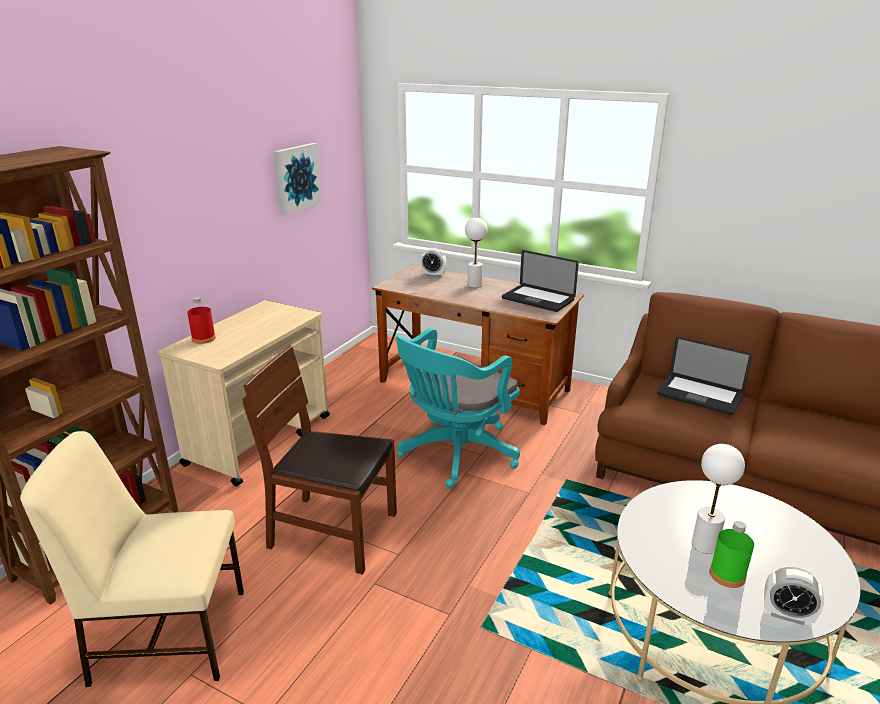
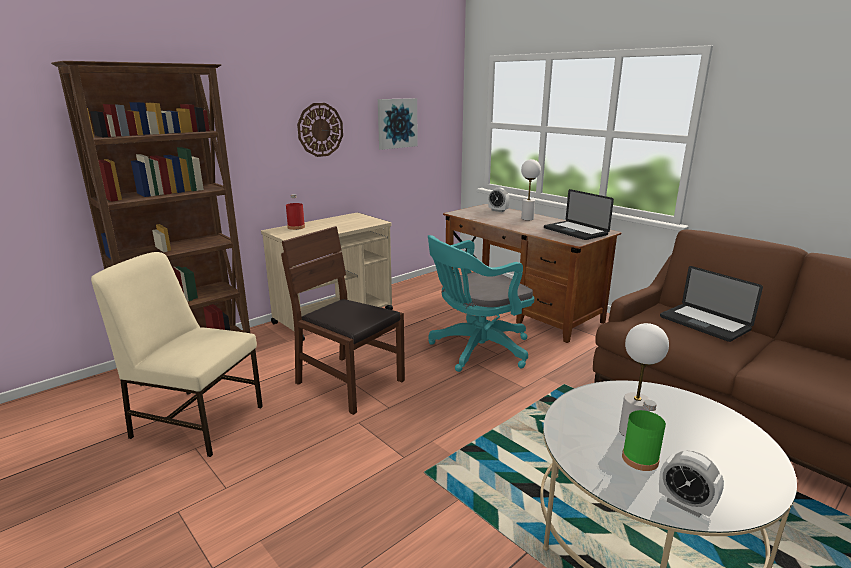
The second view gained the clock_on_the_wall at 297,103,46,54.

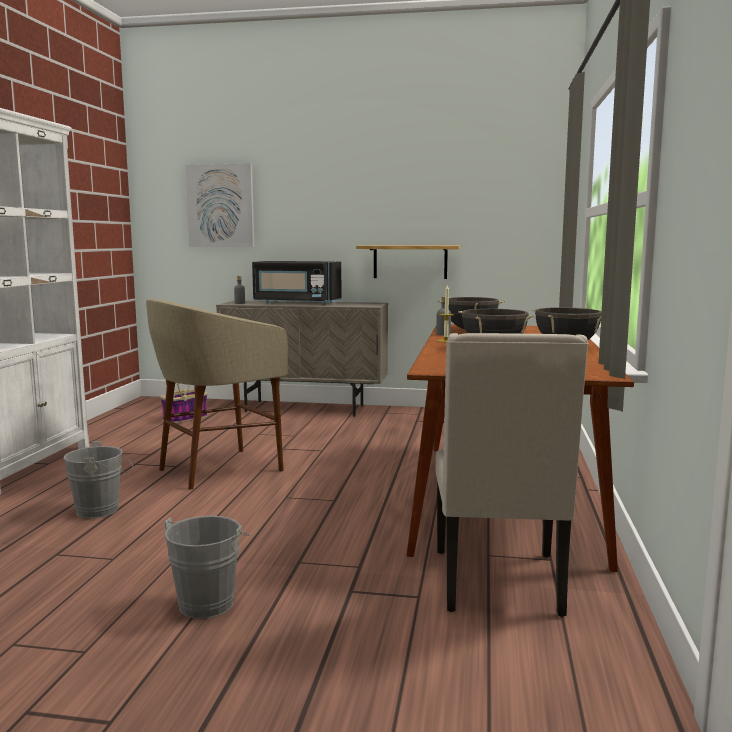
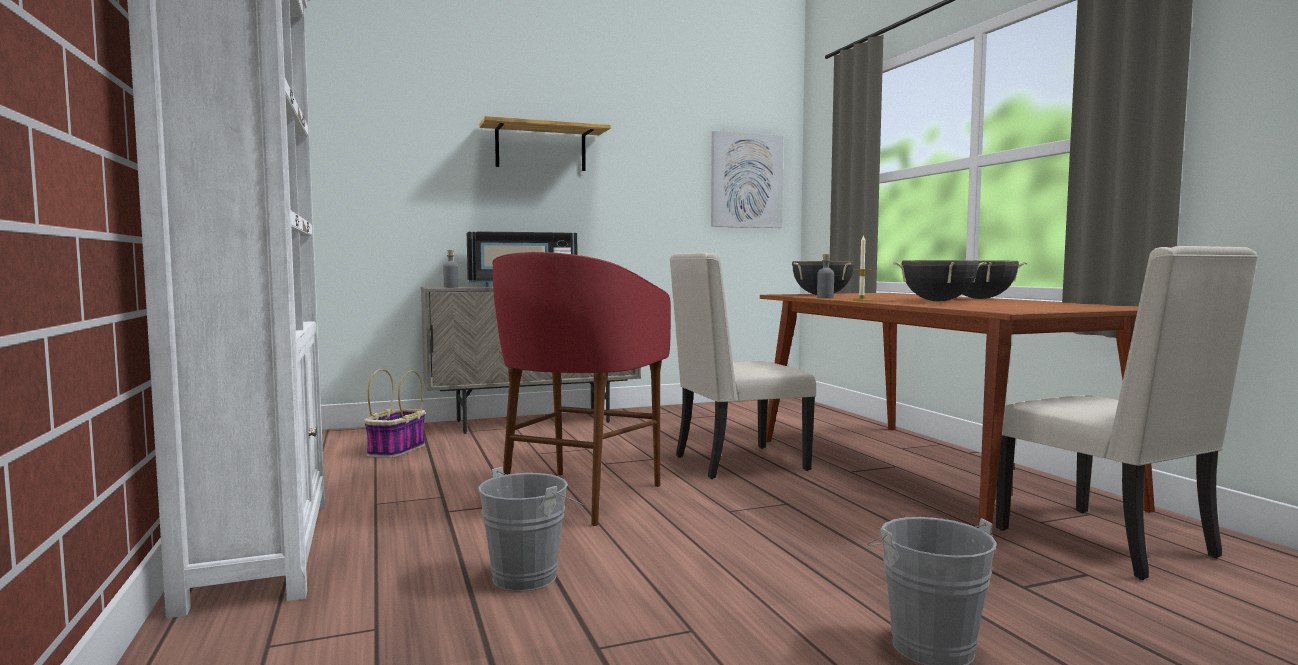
The picture ended up elsewhere, having gone from 186,163,68,84 to 711,131,73,97. The bracket_shelf ended up elsewhere, having gone from 356,245,104,34 to 479,116,132,55. What was the beige-coloured_sitting_stool at 146,299,142,191 turned into the red_sitting_stool at 492,252,179,274. The second view gained the beige-coloured_chair at 670,252,146,227.

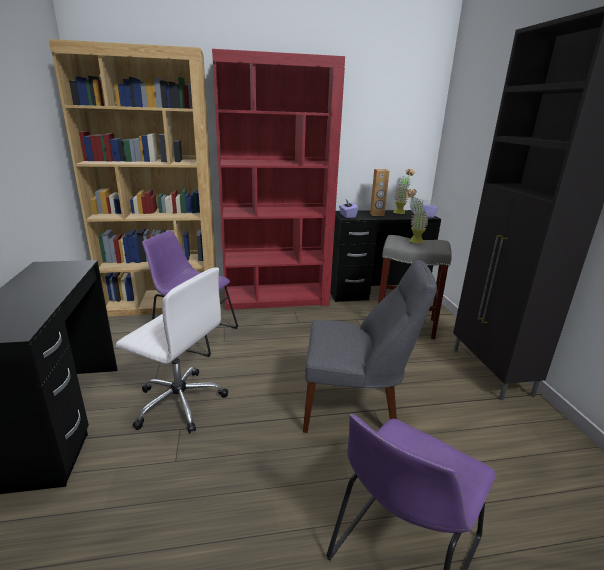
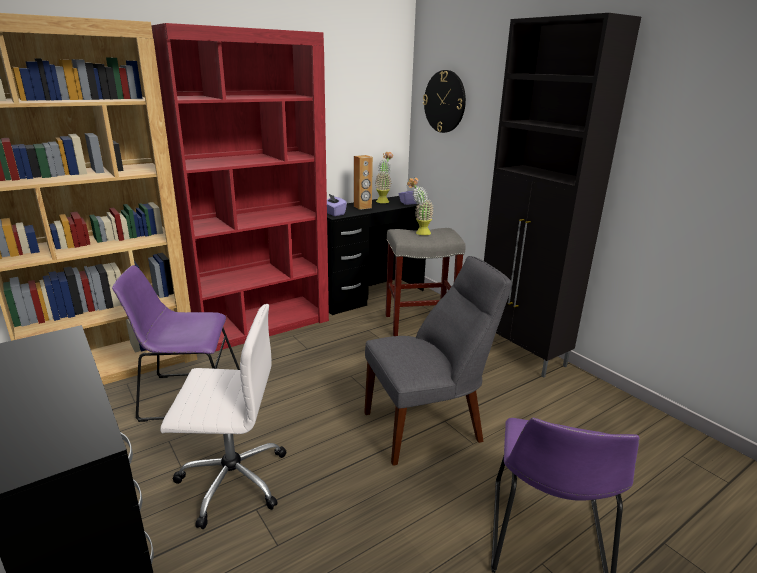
The second view gained the clock_on_the_wall at 423,70,43,63.

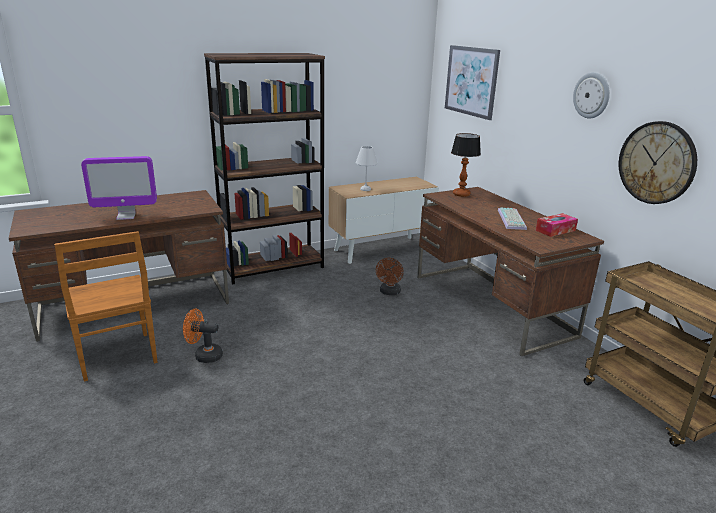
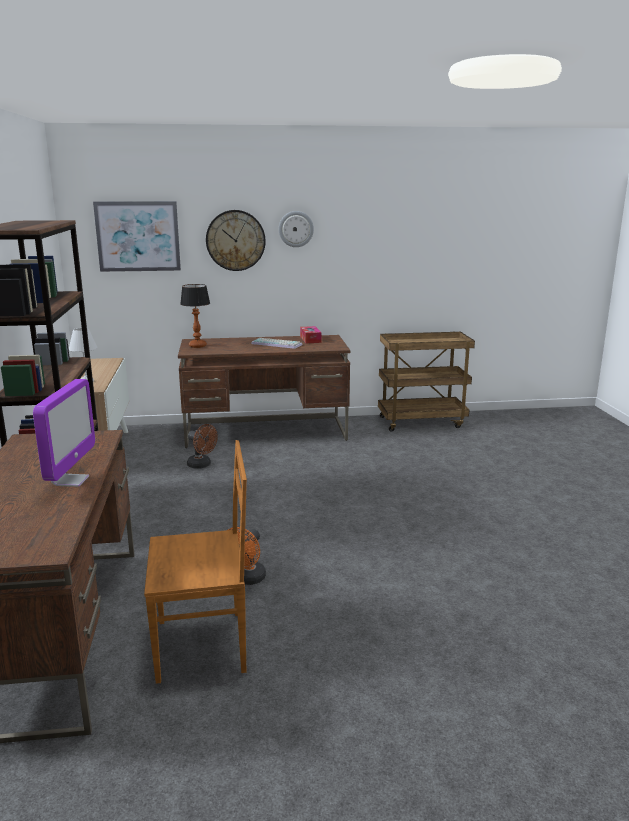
The clock_on_the_wall ended up elsewhere, having gone from 619,121,78,83 to 206,210,60,61.

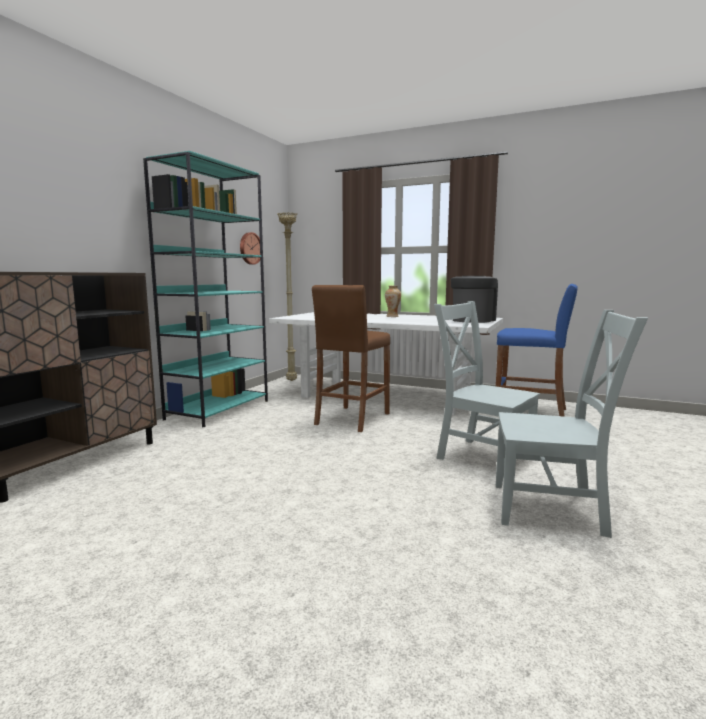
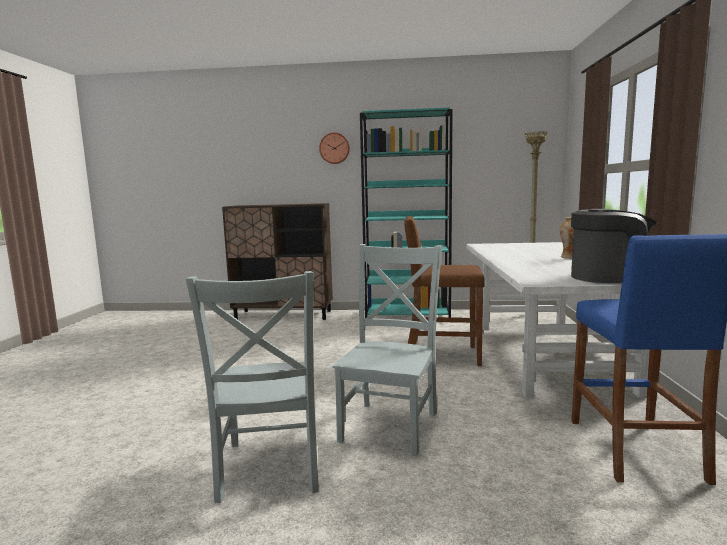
The clock_on_the_wall ended up elsewhere, having gone from 240,232,20,33 to 319,133,31,31.

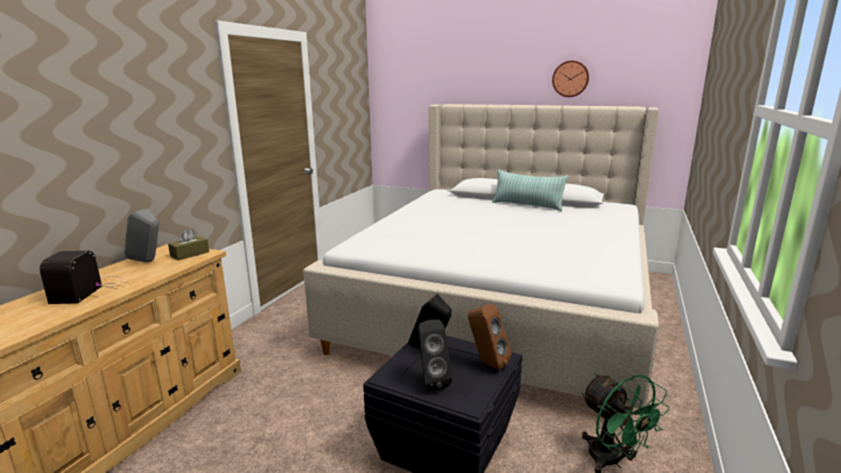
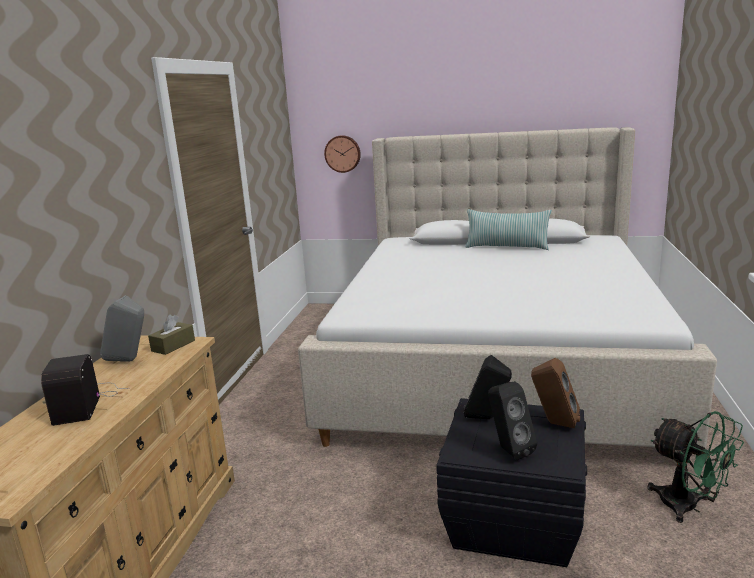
The clock_on_the_wall ended up elsewhere, having gone from 552,60,37,37 to 324,135,37,38.

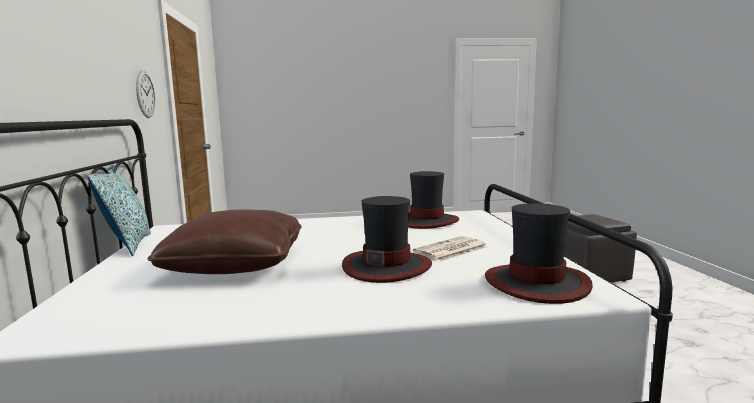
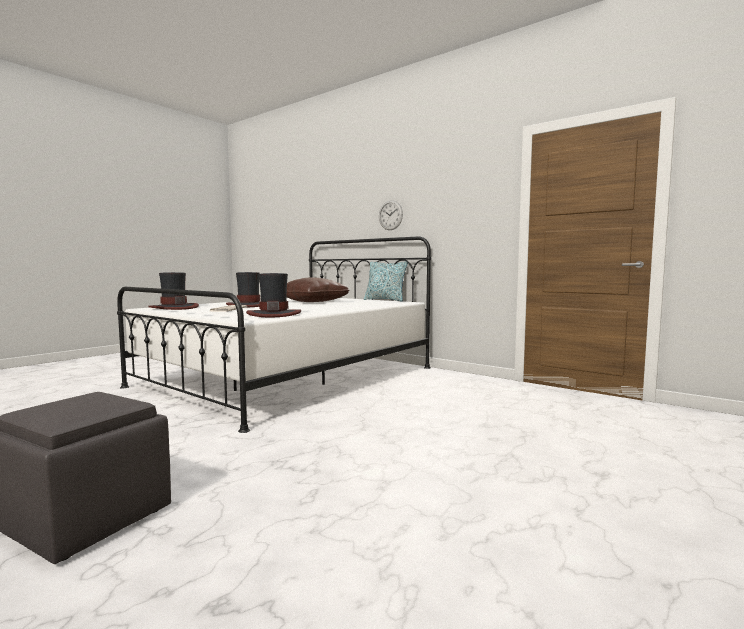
The clock_on_the_wall ended up elsewhere, having gone from 136,70,19,48 to 379,200,24,30.

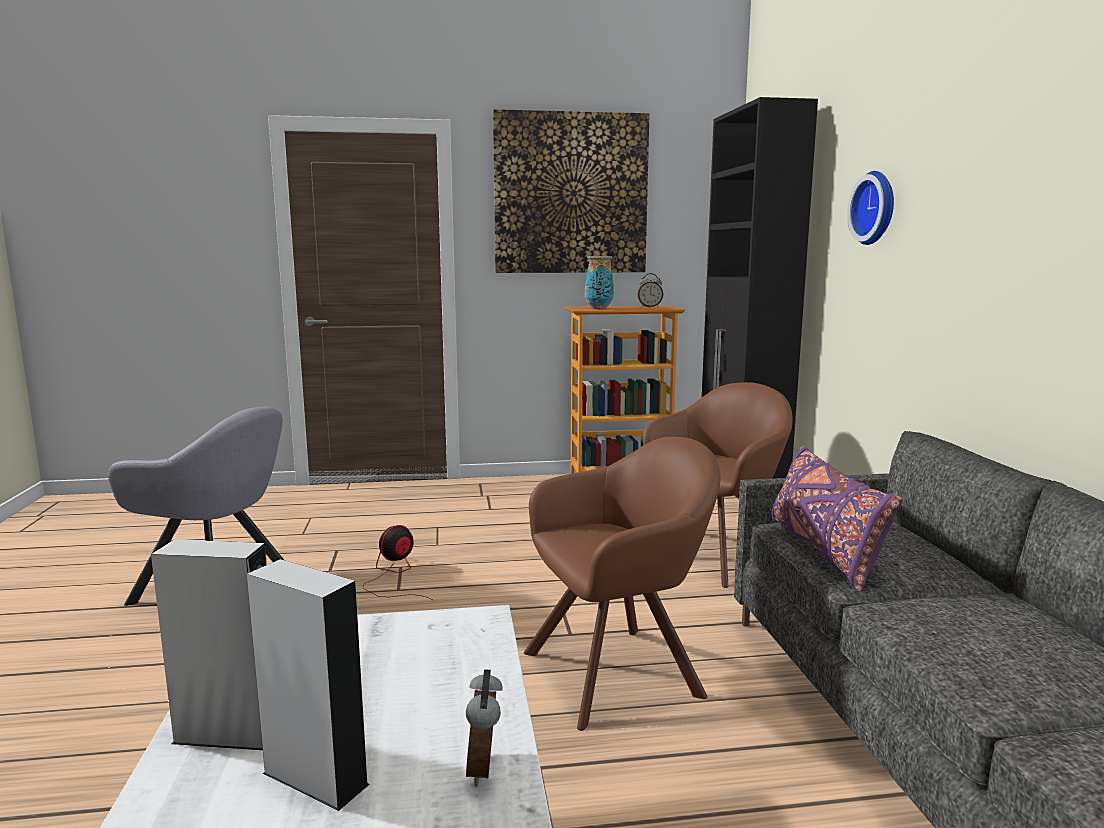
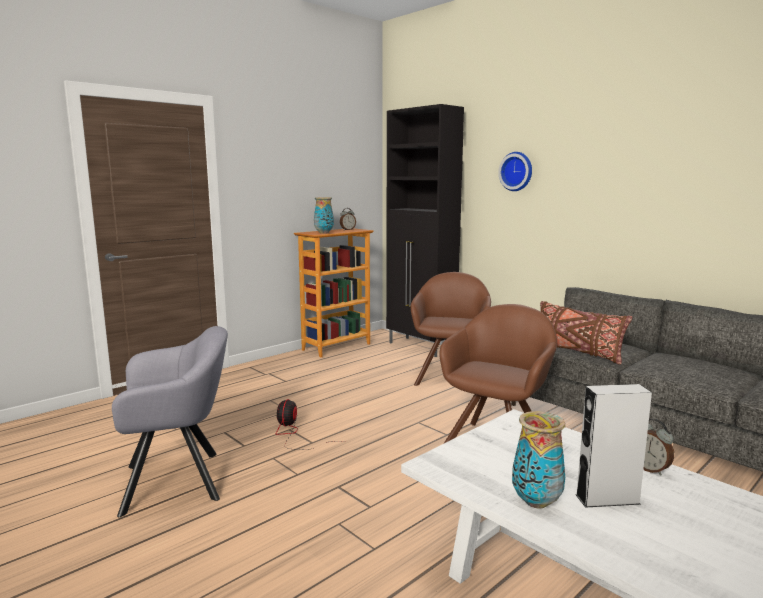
The second view lost the picture at 493,109,157,164. What was the purple_pillow at 771,446,132,146 turned into the brownish_pillow at 540,301,92,64. Where the grey_audio_speaker stood at 151,539,116,211, the flower_vase came to stand at 512,411,53,98.

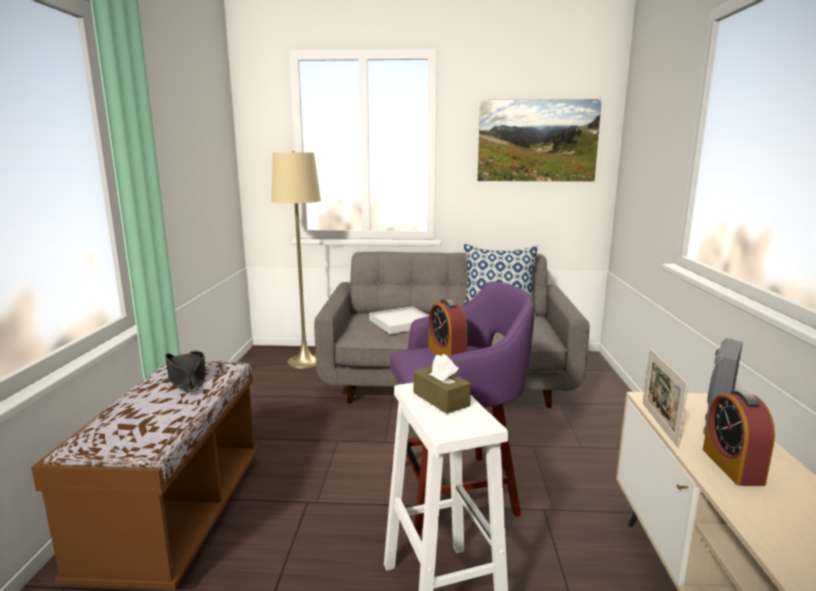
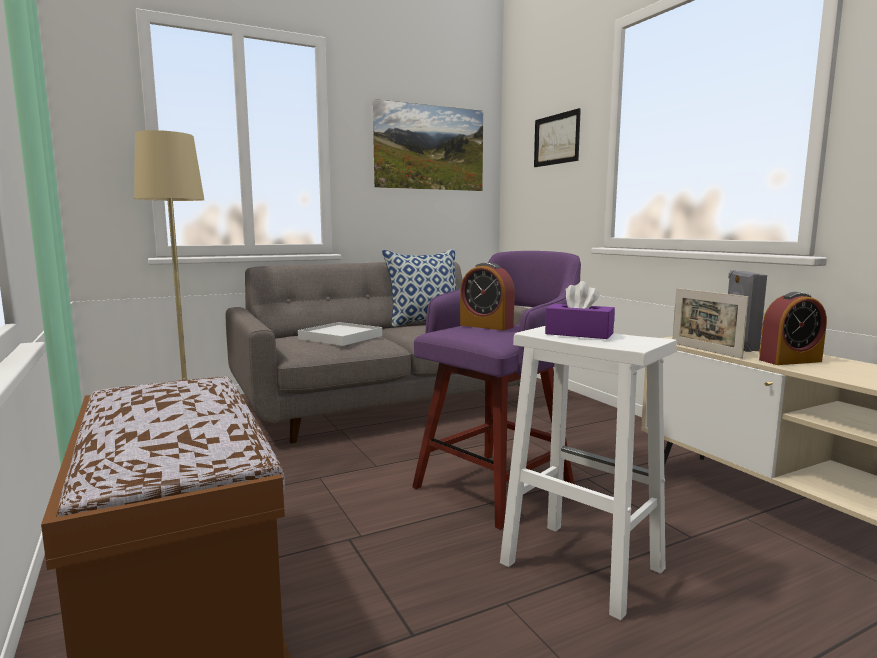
The second view lost the blackish_wearable_hat at 165,351,41,41. What was the brownish_tissue_box at 414,354,57,60 turned into the purple_tissue_box at 545,281,70,58. The table_clock at 703,390,72,96 ended up facing another way, 75 degrees counterclockwise from before. The second view gained the picture at 534,108,47,59.

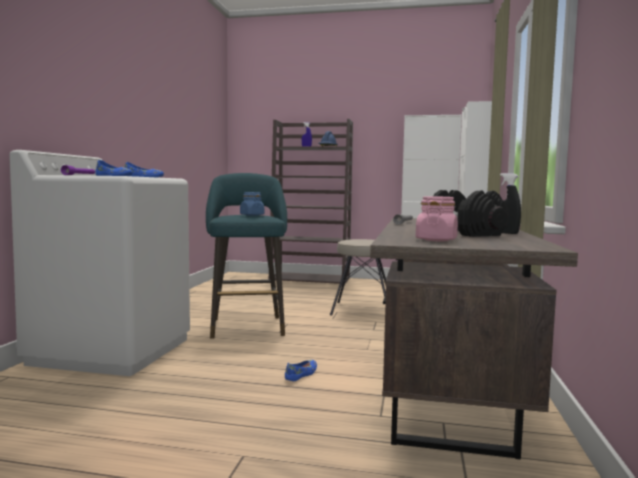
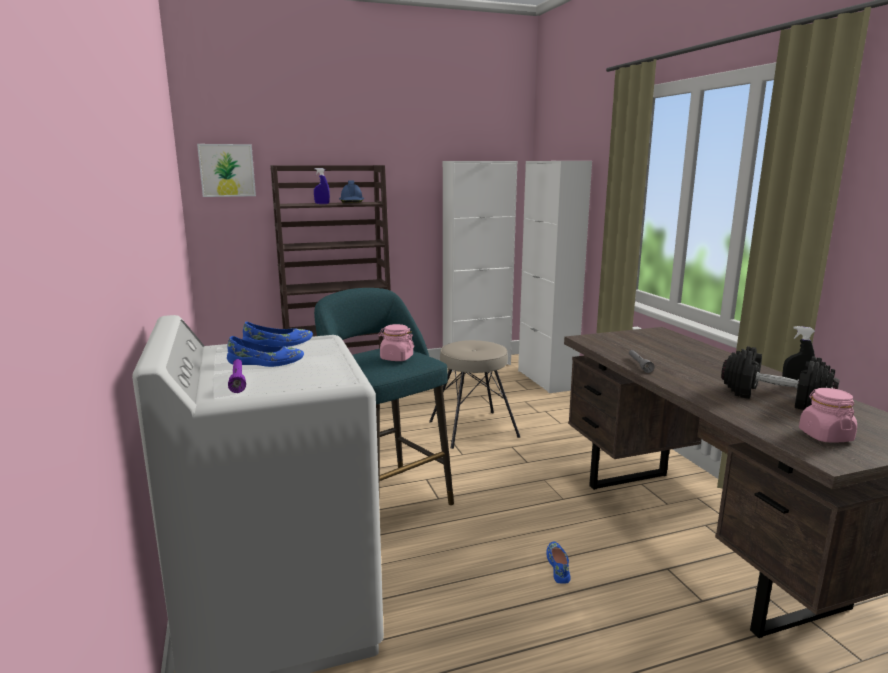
What was the blue-coloured_preserve_jar at 240,192,24,24 turned into the pink_preserve_jar at 378,324,36,37. The second view gained the picture at 197,144,59,53.

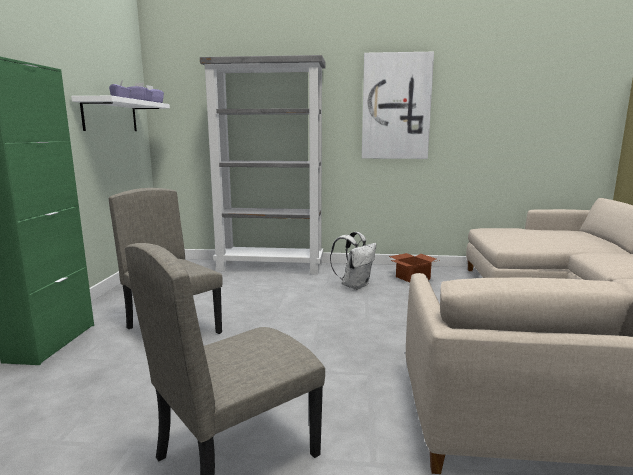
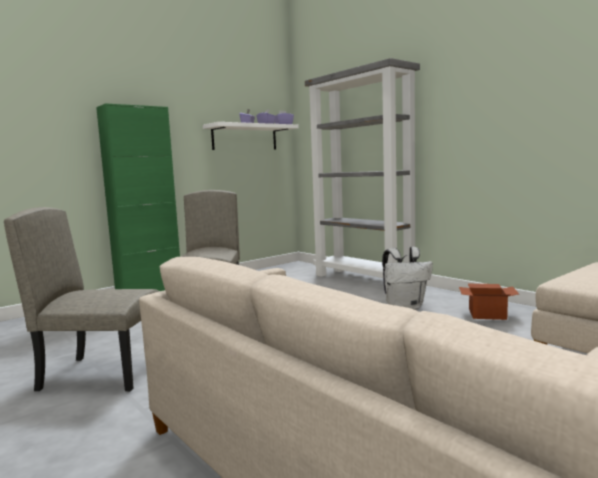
The second view lost the picture at 362,52,72,107.

